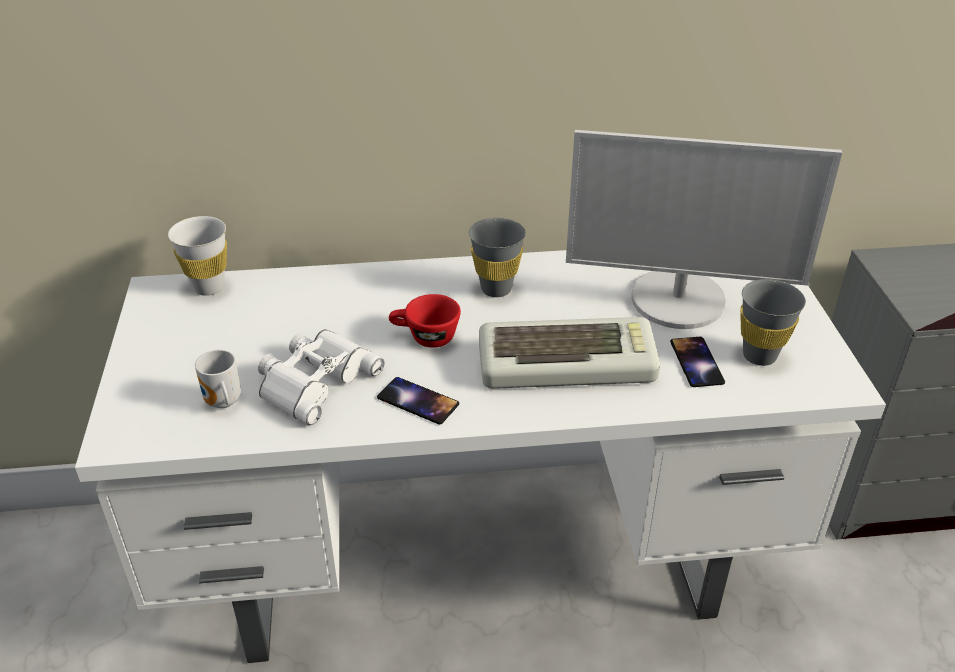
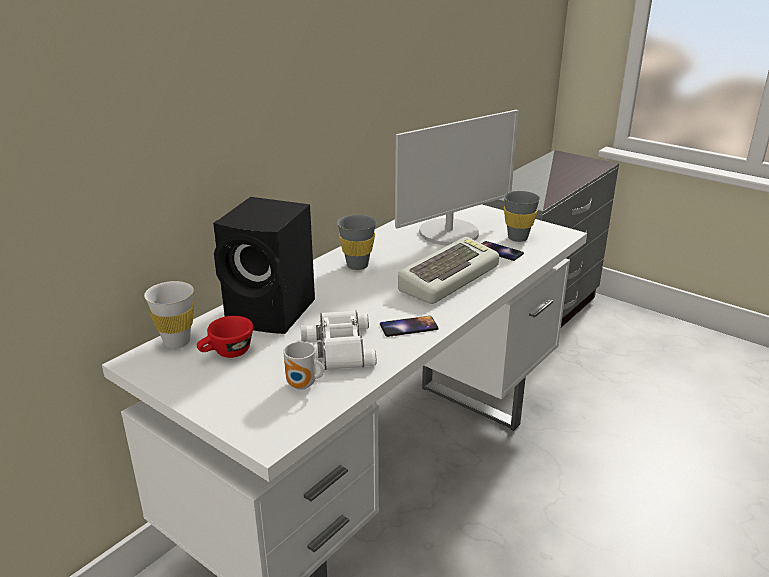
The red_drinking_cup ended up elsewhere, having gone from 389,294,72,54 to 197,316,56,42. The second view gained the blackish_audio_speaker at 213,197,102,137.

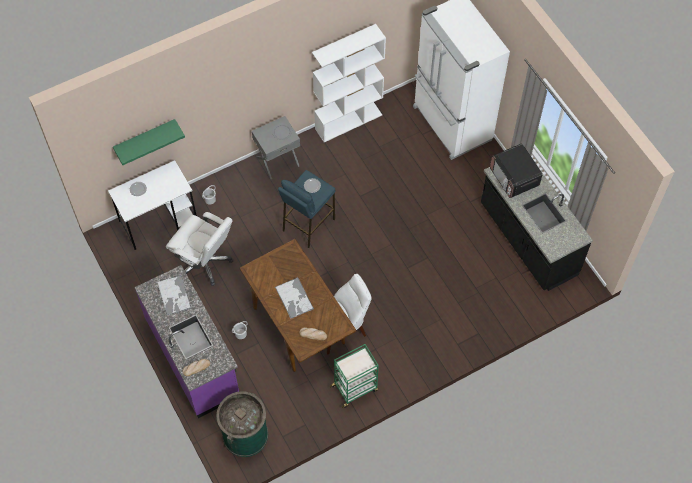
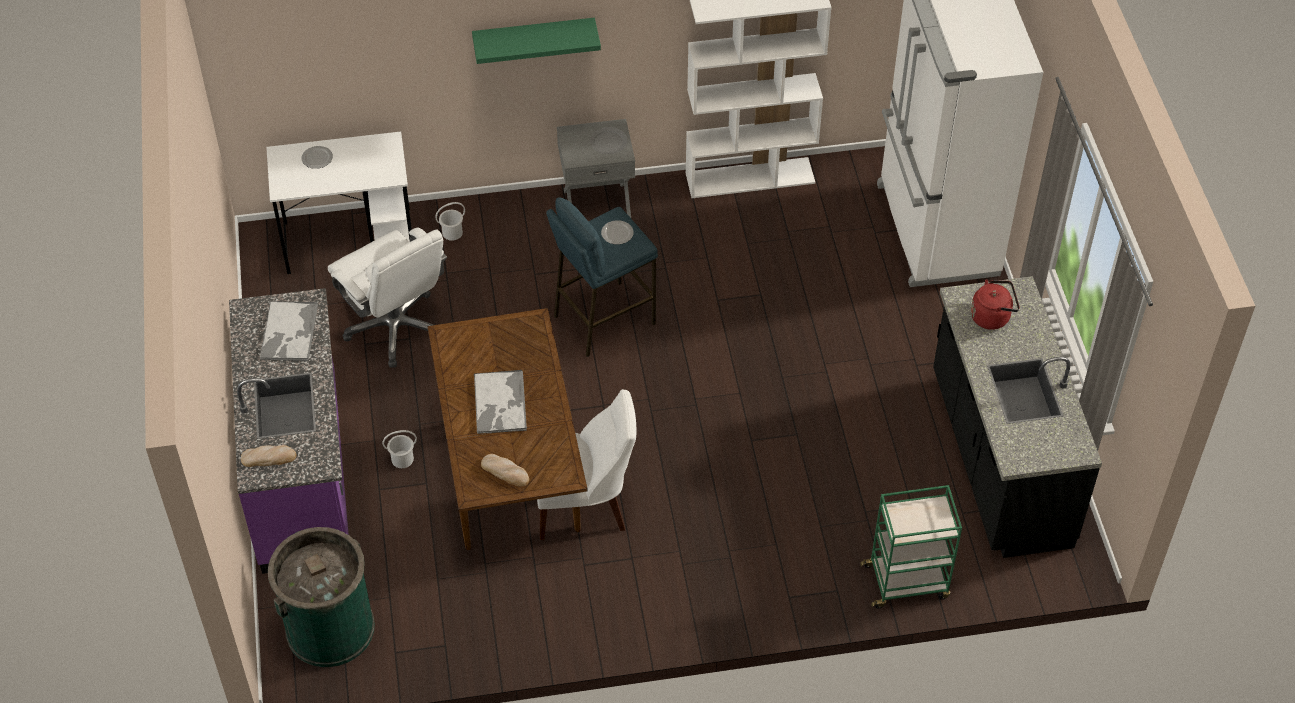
The green_bracket_shelf ended up elsewhere, having gone from 113,119,72,46 to 472,18,129,46. Where the microwave stood at 490,143,52,55, the red_water_kettle came to stand at 971,279,49,51. The green_cart ended up elsewhere, having gone from 330,344,49,64 to 860,485,102,124.

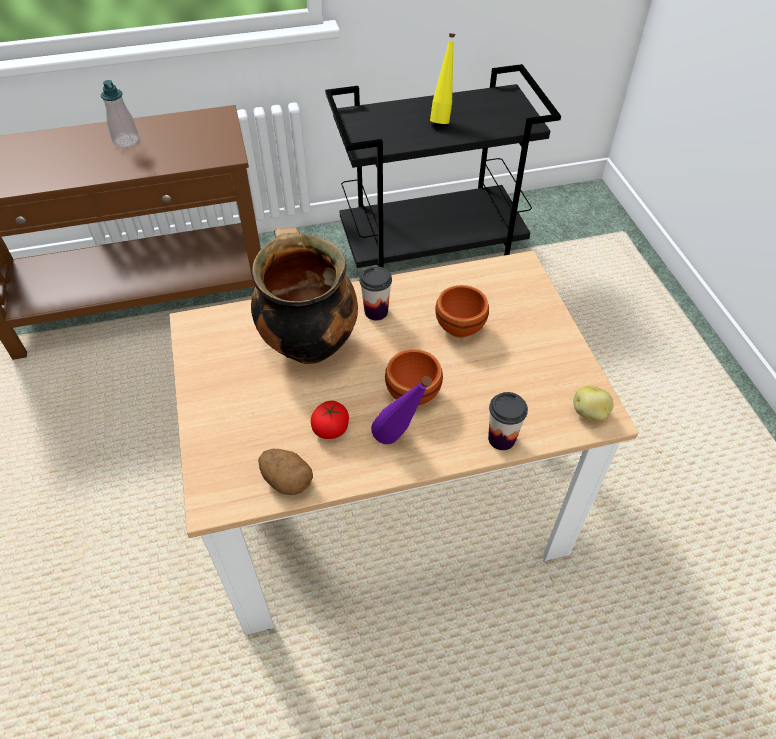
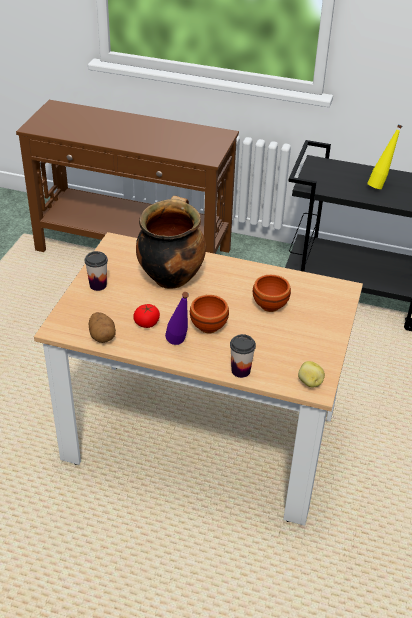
The second view lost the soap_bottle at 101,80,38,67. The drinking_cup ended up elsewhere, having gone from 359,266,33,54 to 85,251,23,40.

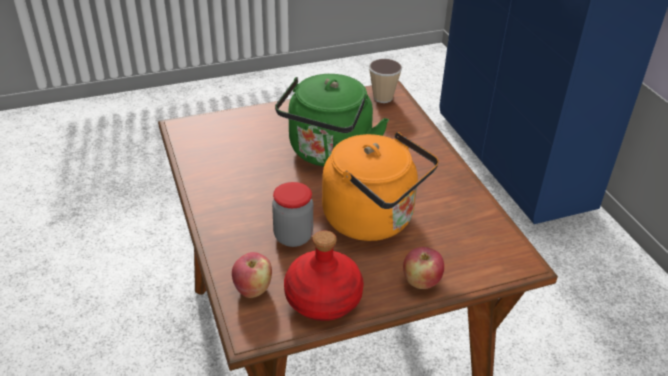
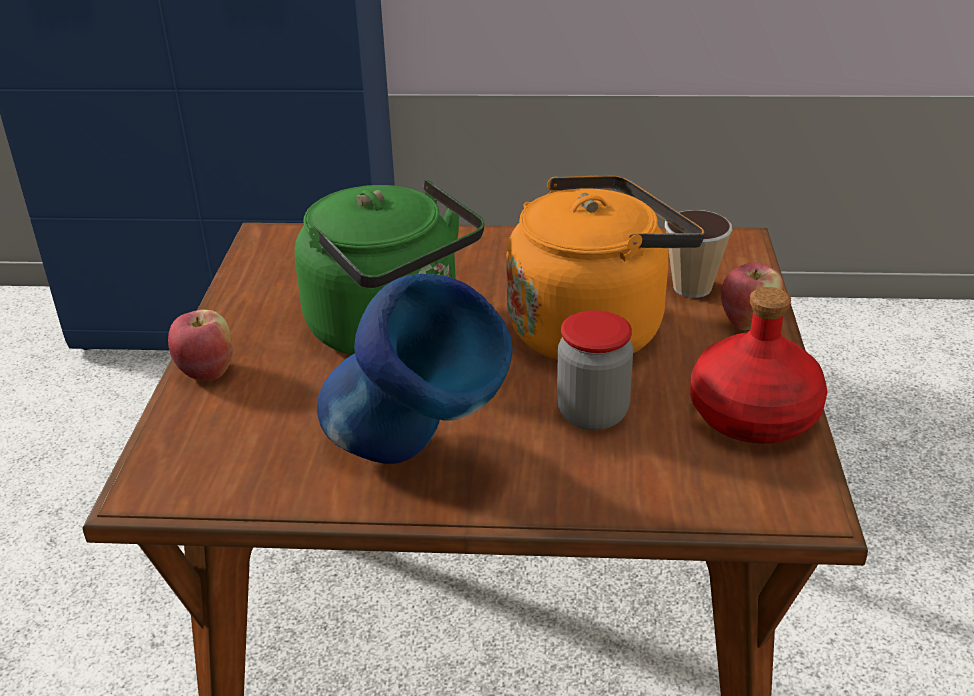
The drinking_cup ended up elsewhere, having gone from 369,59,33,44 to 665,210,67,88. The whole_apple ended up elsewhere, having gone from 232,252,40,46 to 168,309,65,71. The second view gained the blue-coloured_flower_vase at 317,274,196,190.

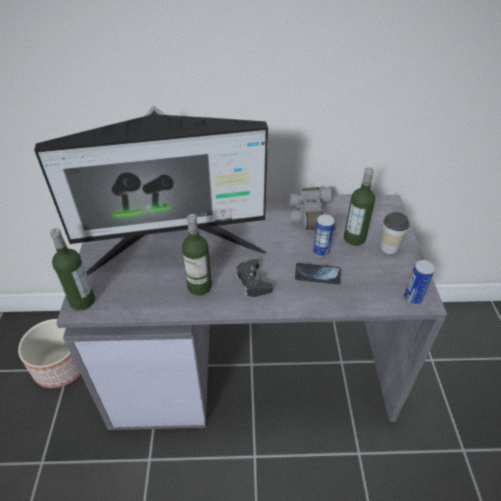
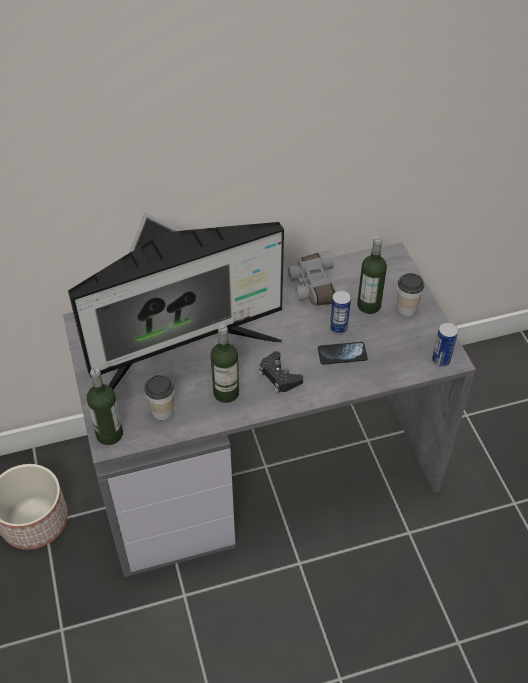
The second view gained the drinking_cup at 144,375,30,45.

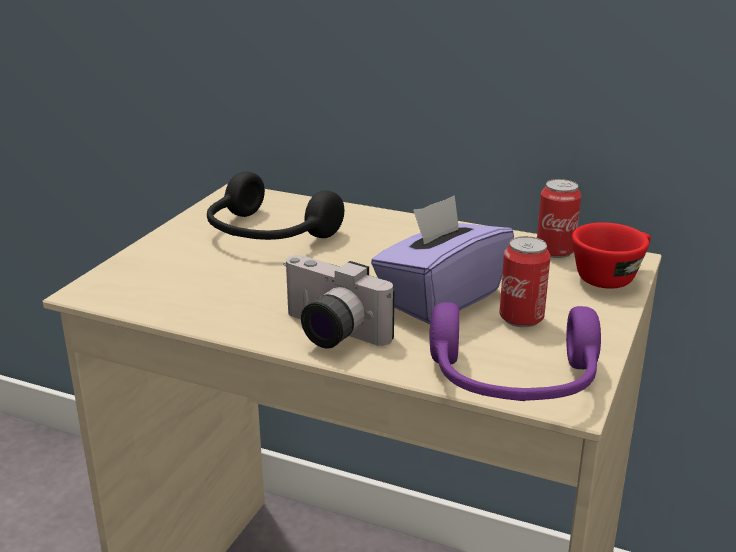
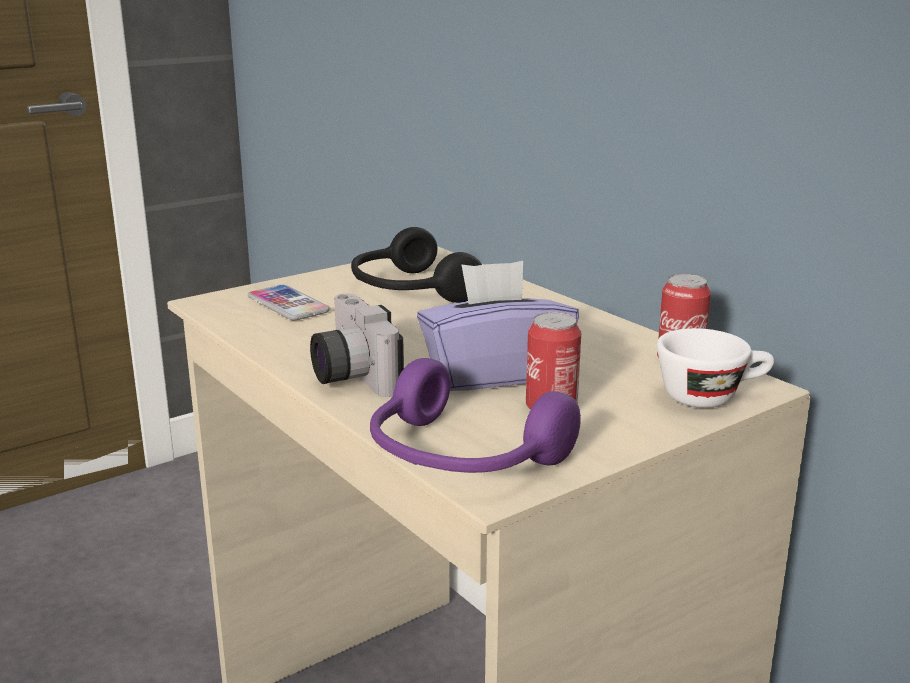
What was the red_drinking_cup at 572,223,79,66 turned into the whitish_drinking_cup at 657,328,117,80. The second view gained the telephone at 248,285,82,35.

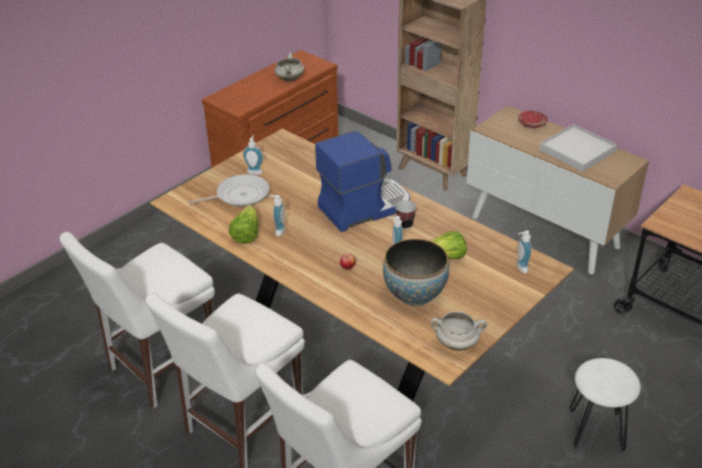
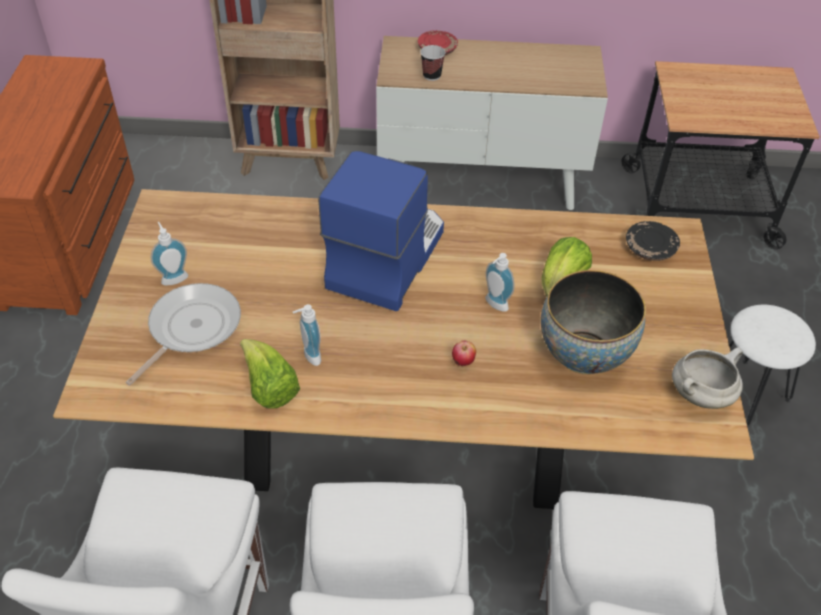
The second view lost the whitish_cooking_pot at 275,53,29,28. The second view lost the whitish_carrying_tray at 539,124,78,48. The drinking_cup ended up elsewhere, having gone from 395,200,21,29 to 420,45,25,36. Where the soap_bottle stood at 517,231,15,42, the blackish_flat_dish came to stand at 626,221,54,40.

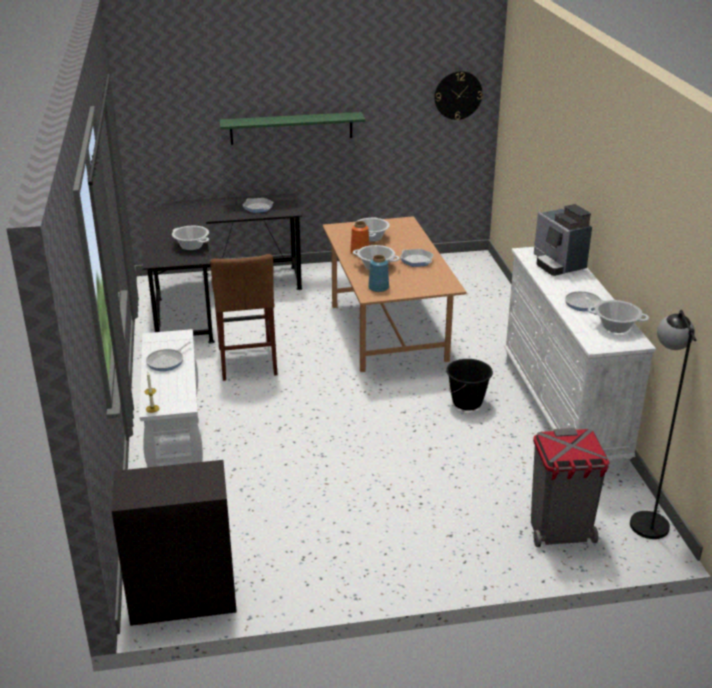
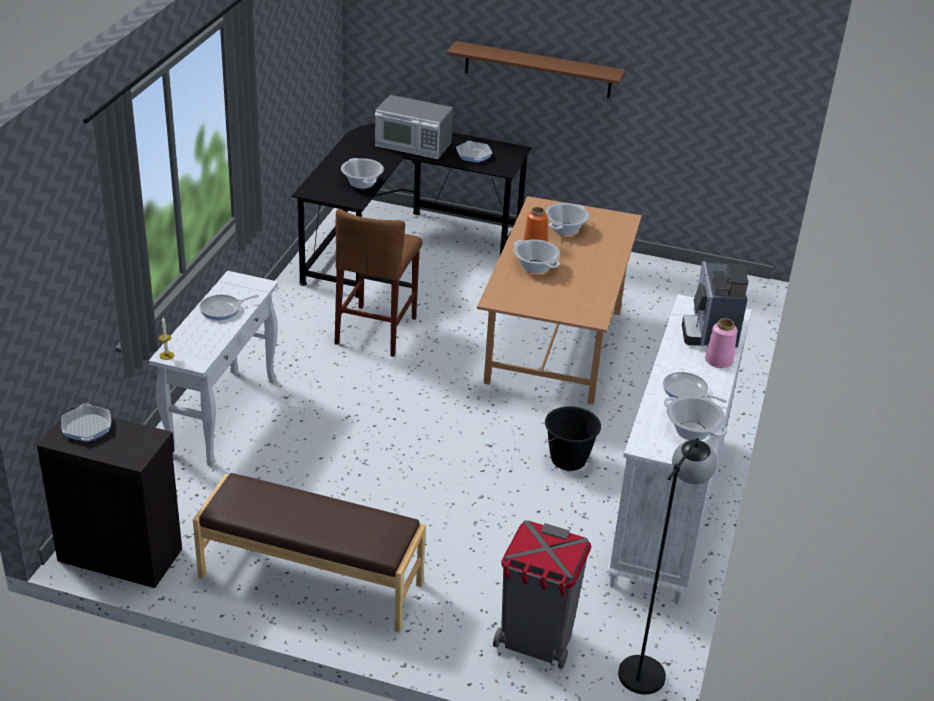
The second view lost the clock_on_the_wall at 434,71,48,49. What was the green_bracket_shelf at 219,112,147,33 turned into the brownish_bracket_shelf at 447,41,178,57. The frying_pan ended up elsewhere, having gone from 400,249,34,18 to 61,403,50,39. The second view lost the blue-coloured_flower_vase at 368,255,21,37. The second view gained the microwave at 375,95,78,64. The second view gained the pink_flower_vase at 705,318,32,50. The second view gained the brownish_bench at 193,473,233,159.

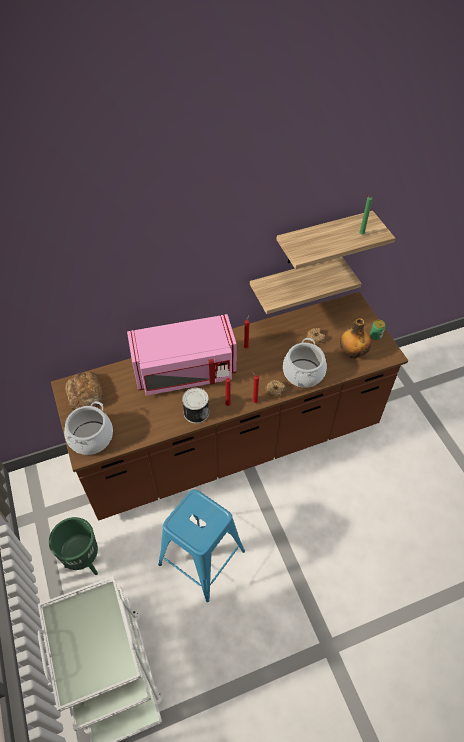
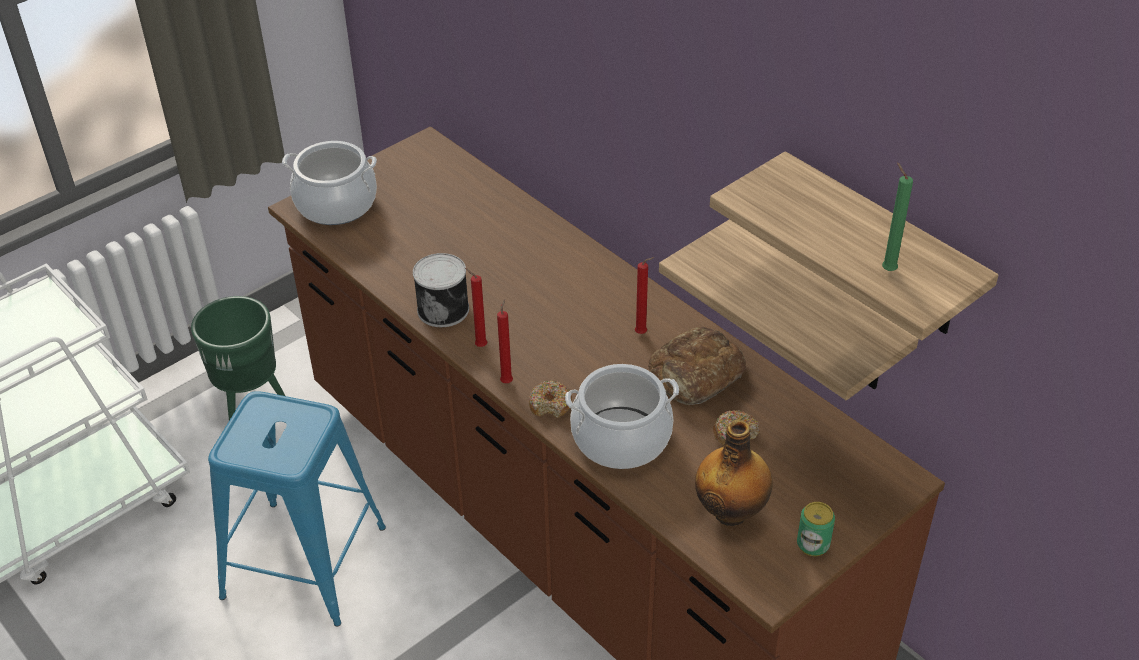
The second view lost the pink_microwave at 127,314,110,82. The bakery_bread ended up elsewhere, having gone from 65,372,38,38 to 648,327,98,78.

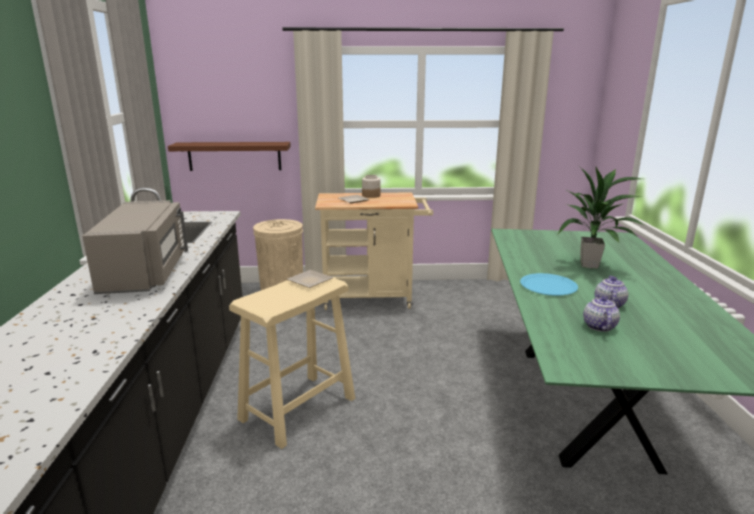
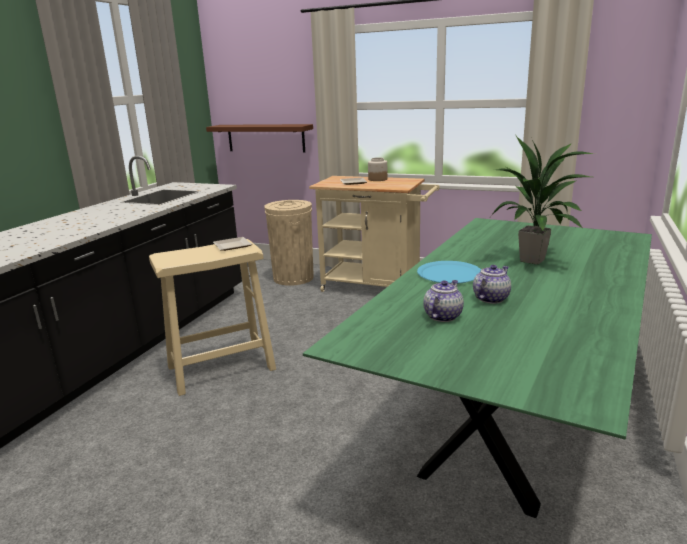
The second view lost the grey_microwave at 82,200,106,94.

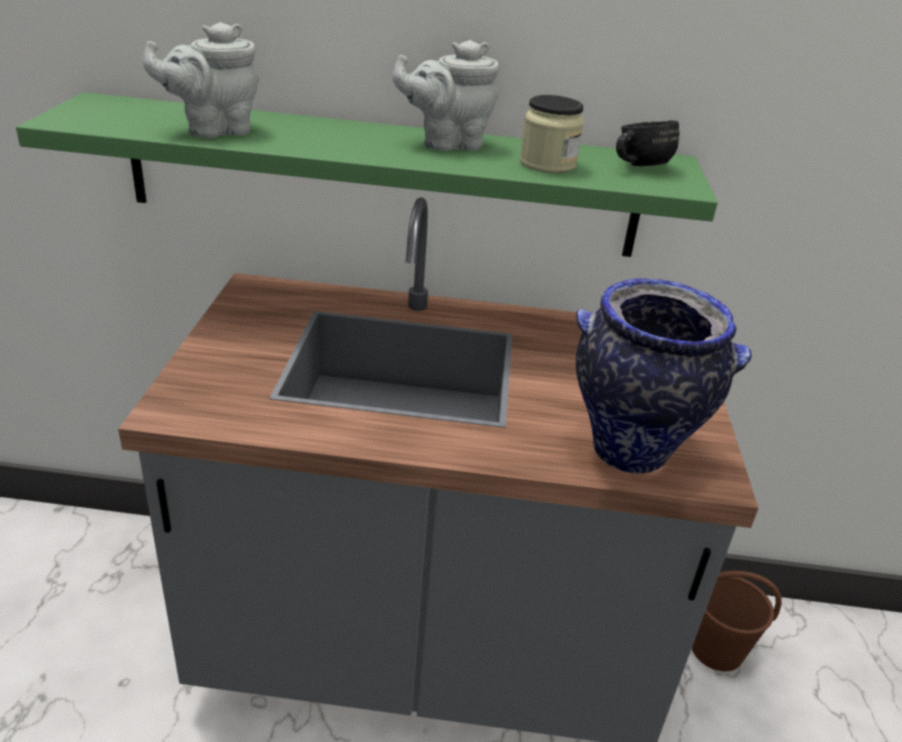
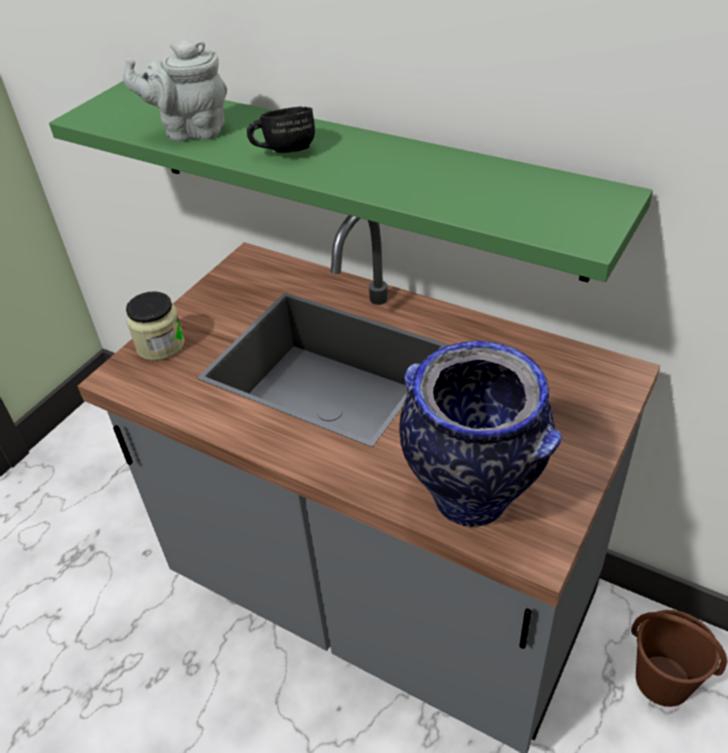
The second view lost the grey_tea_pot at 392,40,107,111. The preserve_jar ended up elsewhere, having gone from 520,95,64,78 to 126,291,59,70. The blackish_tea_mug ended up elsewhere, having gone from 616,120,64,46 to 247,106,68,47.

